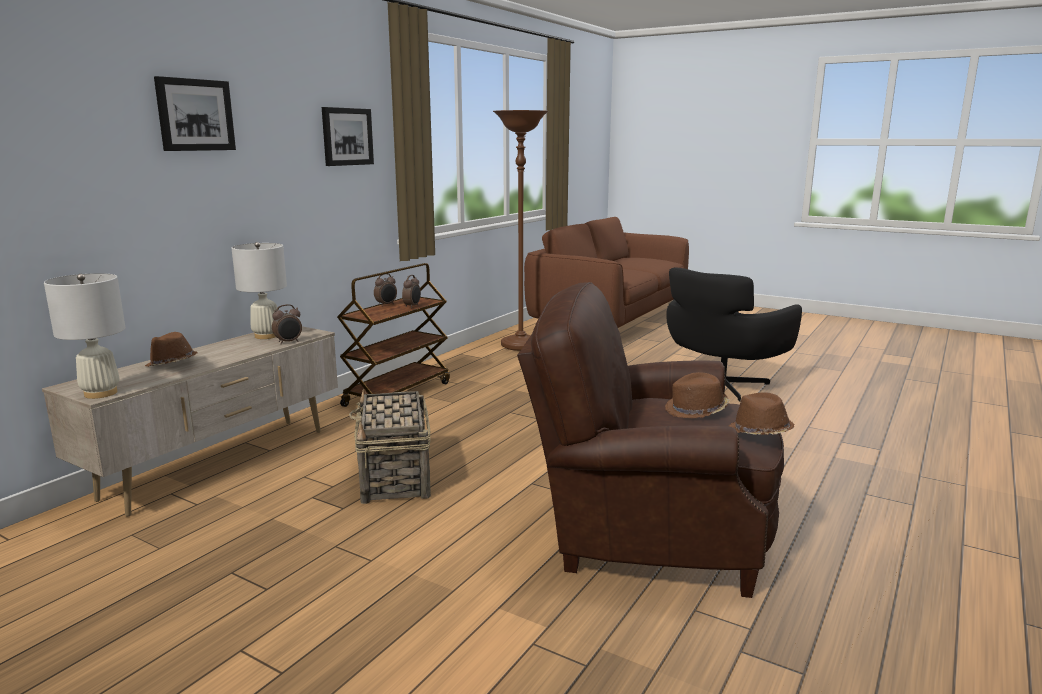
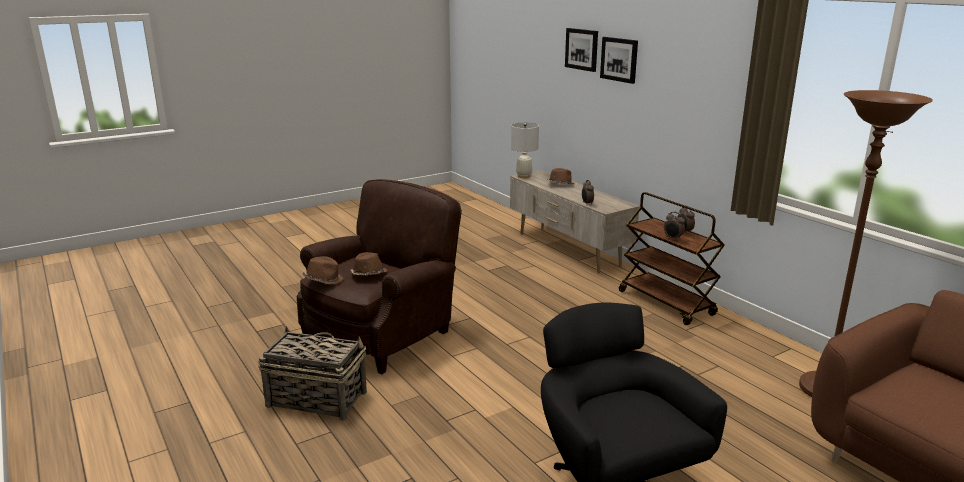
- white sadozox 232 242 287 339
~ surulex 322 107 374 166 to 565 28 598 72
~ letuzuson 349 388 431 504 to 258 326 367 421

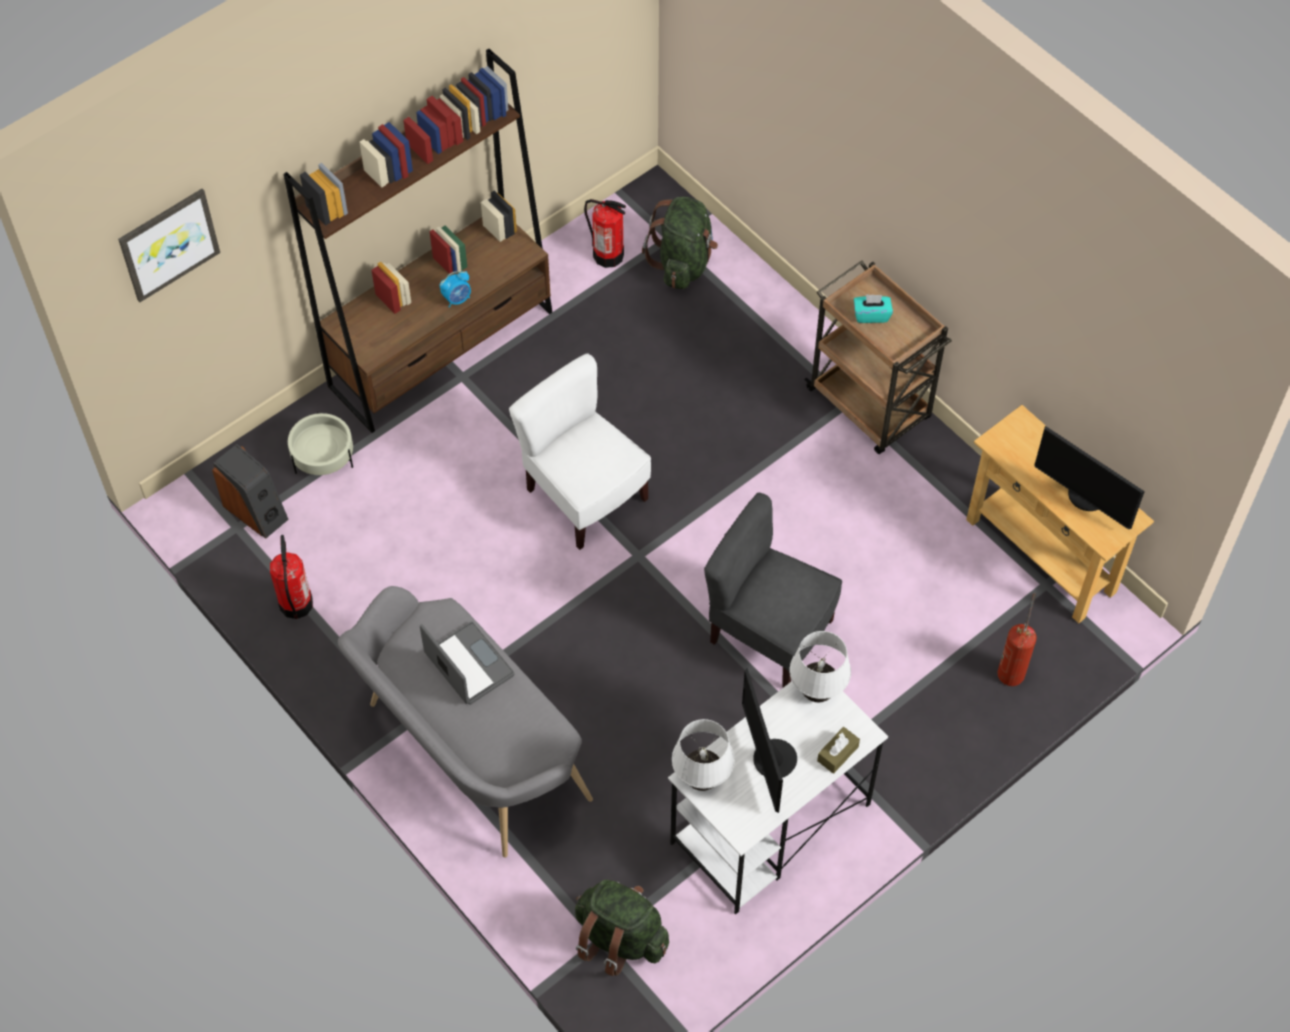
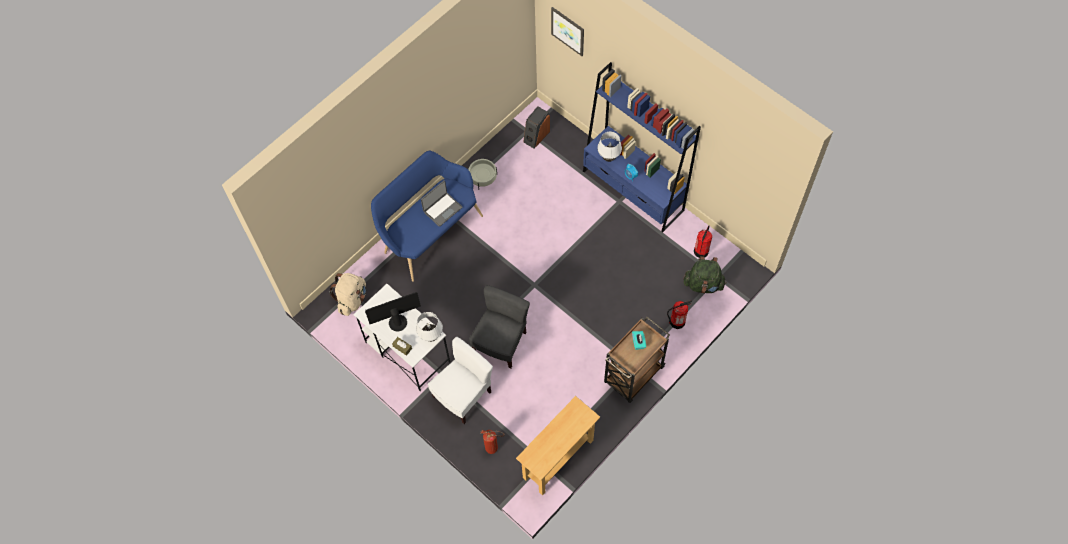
~ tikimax 270 535 313 619 to 667 301 692 329
~ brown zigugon 284 49 552 433 to blue zigugon 583 62 701 232
~ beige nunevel 288 412 353 475 to 468 159 497 189
~ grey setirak 338 586 593 857 to blue setirak 371 151 483 282
~ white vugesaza 509 353 651 550 to 428 337 493 424
~ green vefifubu 575 880 669 976 to beige vefifubu 329 273 366 316
~ white sadozox 672 719 735 791 to 597 131 622 162
- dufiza 1035 426 1145 529

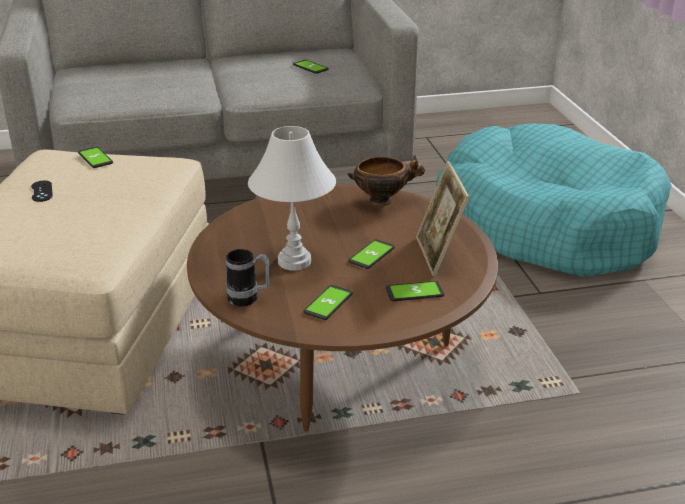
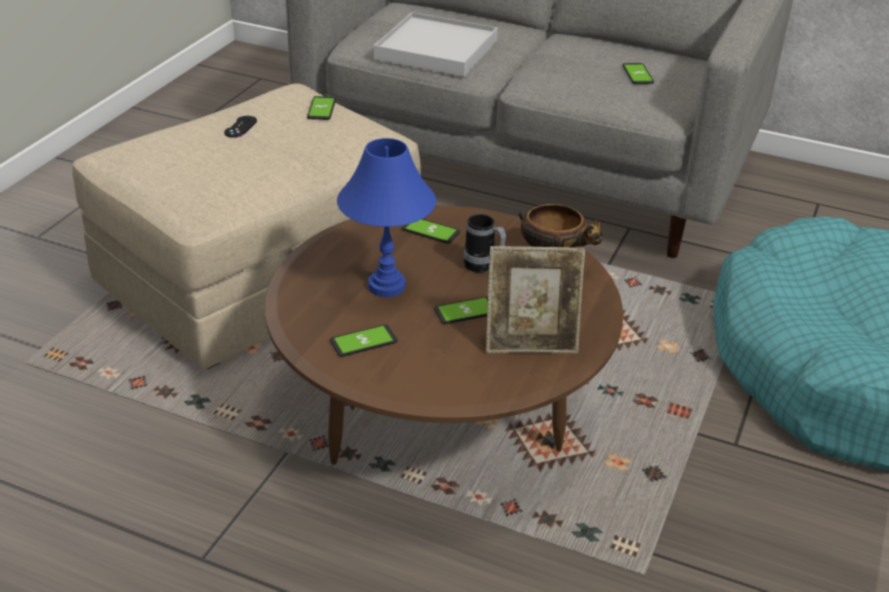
~ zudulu 226 249 269 307 to 464 214 506 273
~ white sadozox 248 126 336 270 to blue sadozox 337 138 436 297
~ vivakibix 386 281 445 301 to 402 219 460 244
~ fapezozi 416 161 470 277 = 486 246 585 353 120 degrees counterclockwise
+ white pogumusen 374 12 498 77

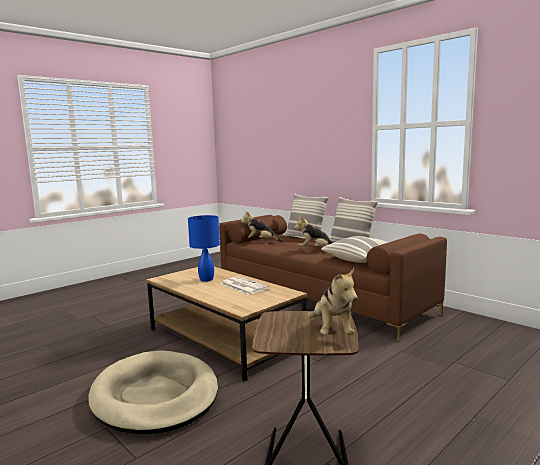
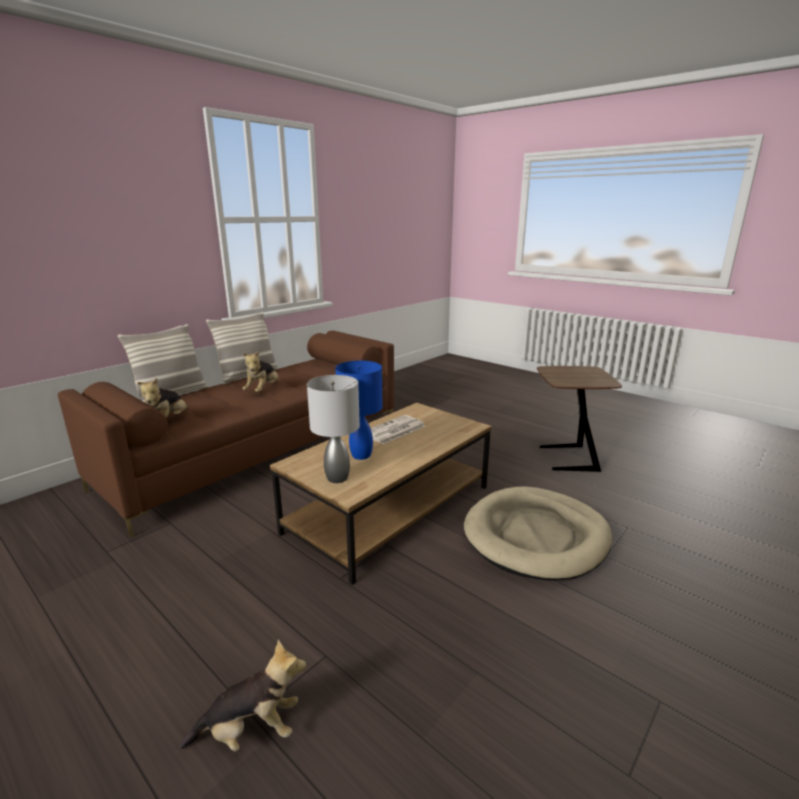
~ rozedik 307 268 357 335 to 180 640 306 751
- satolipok 321 236 388 263
+ grey sadozox 307 375 360 483

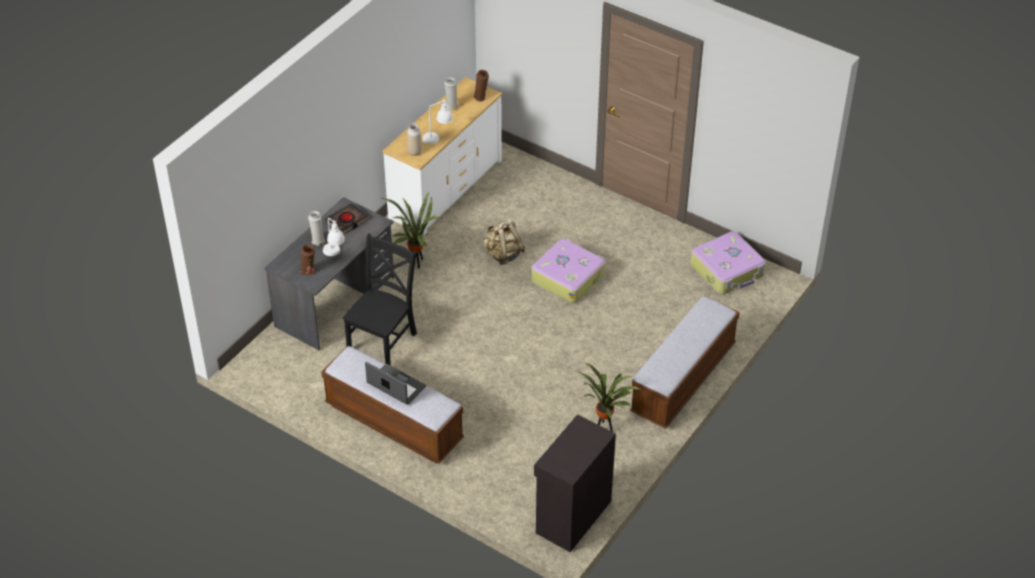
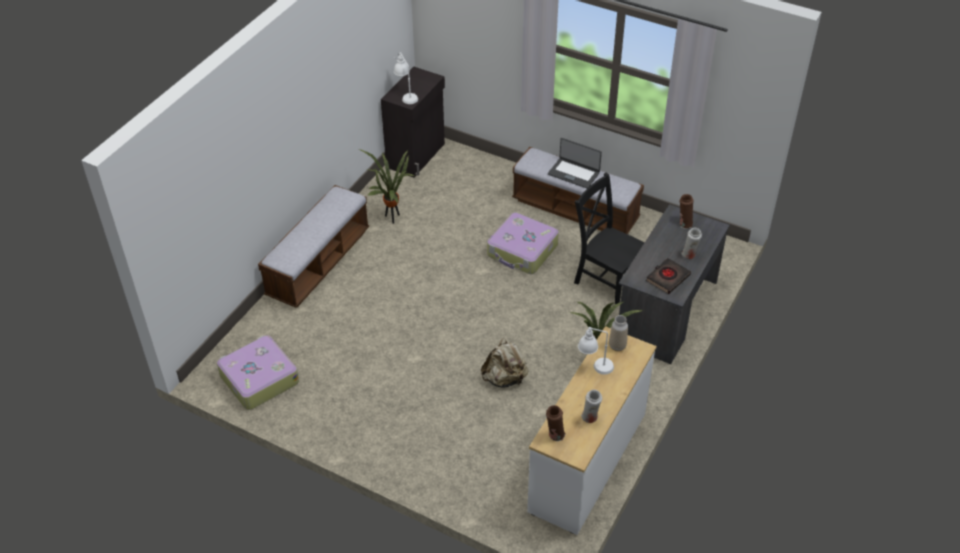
~ white sadozox 323 218 345 256 to 394 52 418 104
~ black vugesaza 343 233 417 366 = 574 172 645 304 105 degrees clockwise
~ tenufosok 531 239 605 303 to 487 213 559 274

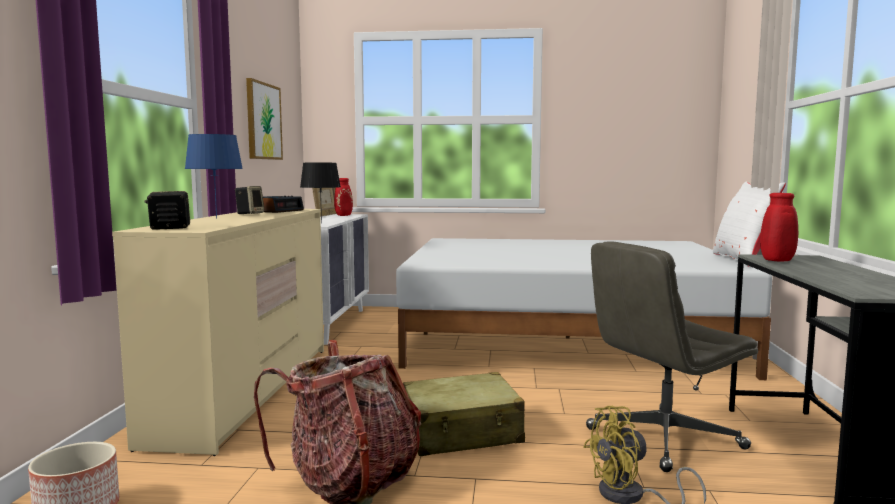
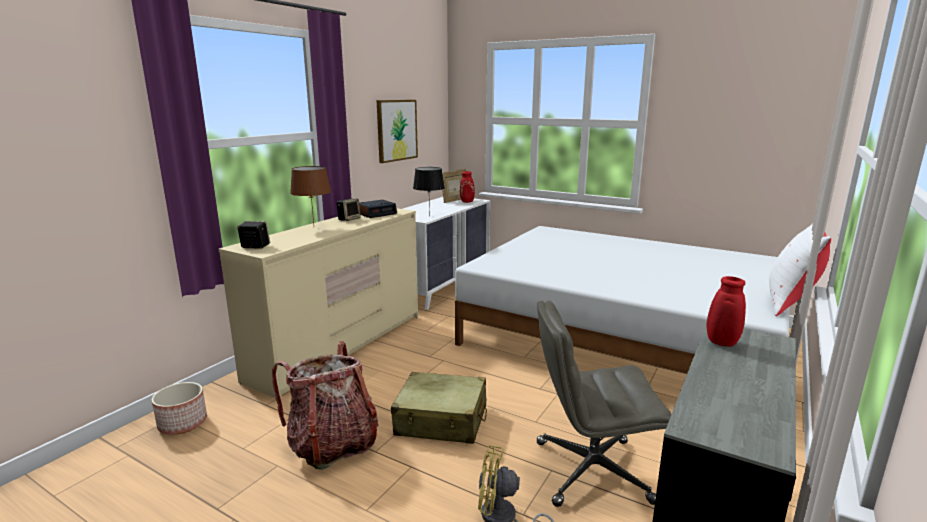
~ blue sadozox 185 134 243 218 to brown sadozox 290 166 331 224

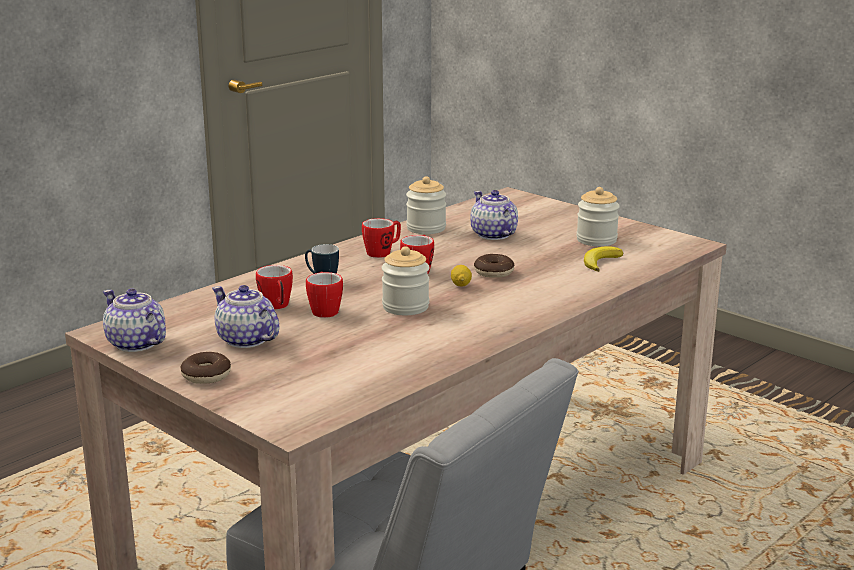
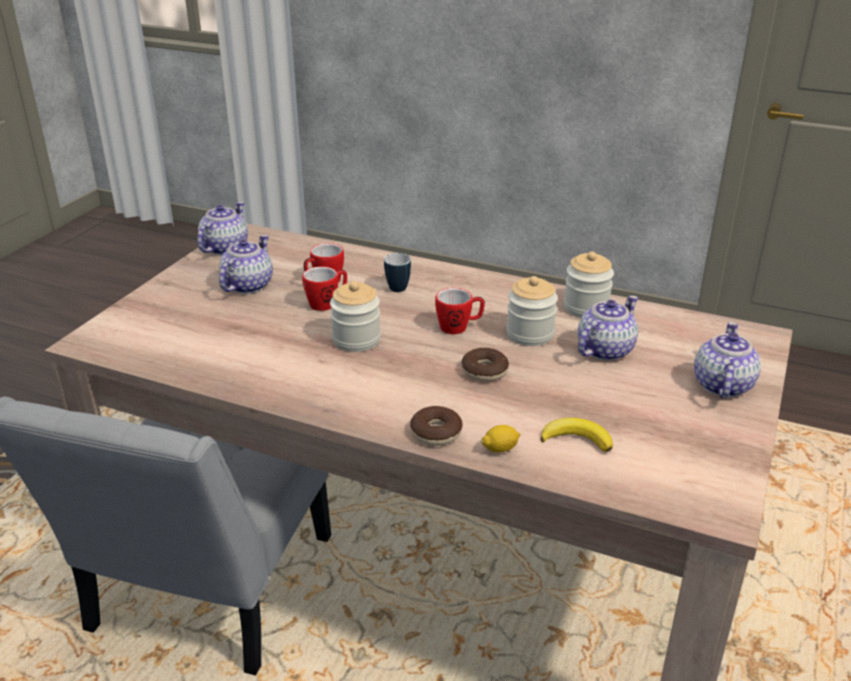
~ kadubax 180 352 231 384 to 410 406 463 446
- zudulu 362 218 401 258
~ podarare 451 265 472 286 to 481 425 520 453
~ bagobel 577 187 620 246 to 506 276 558 346
+ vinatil 694 322 761 399

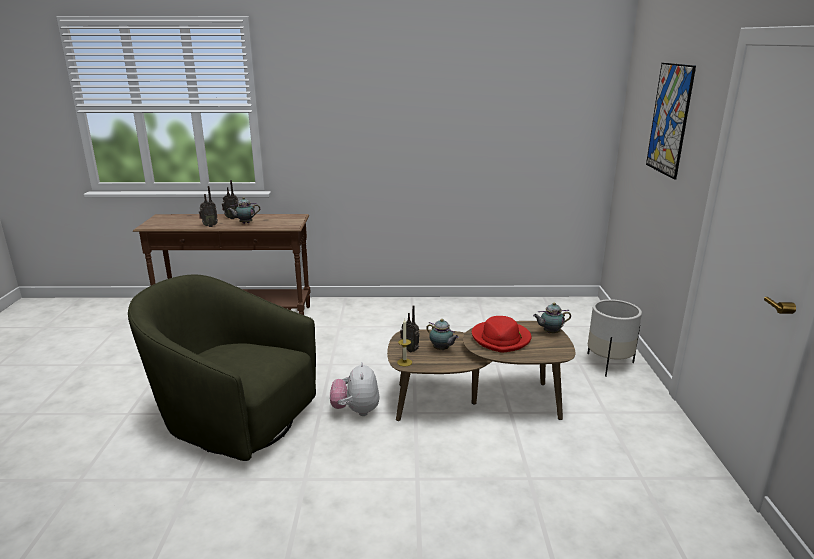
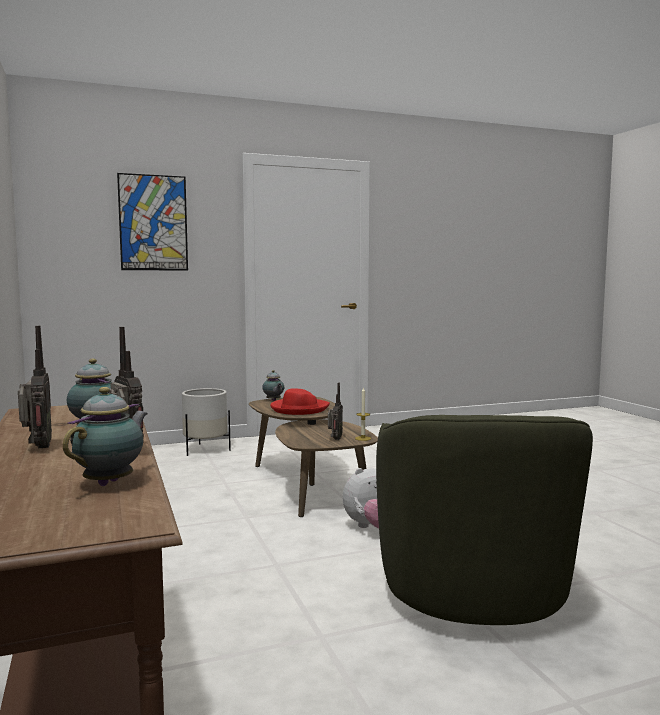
~ vinatil 427 319 459 350 to 63 387 148 486

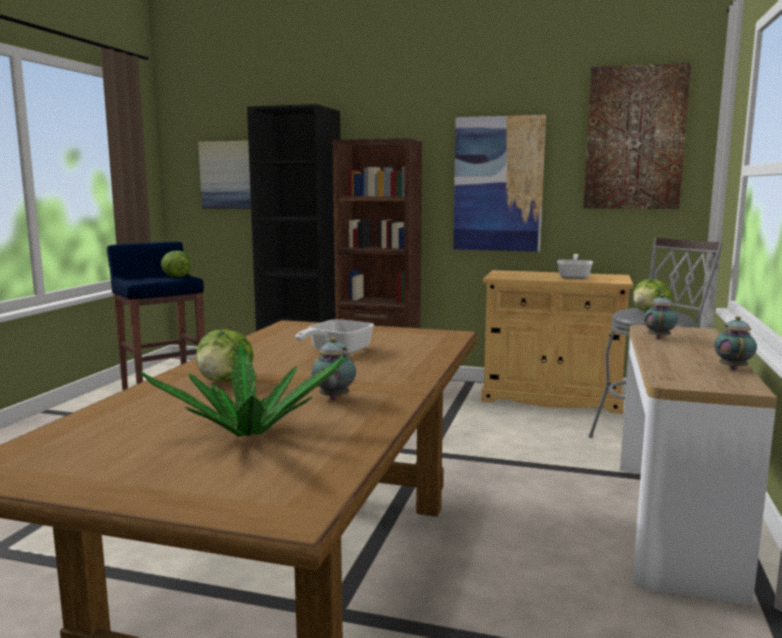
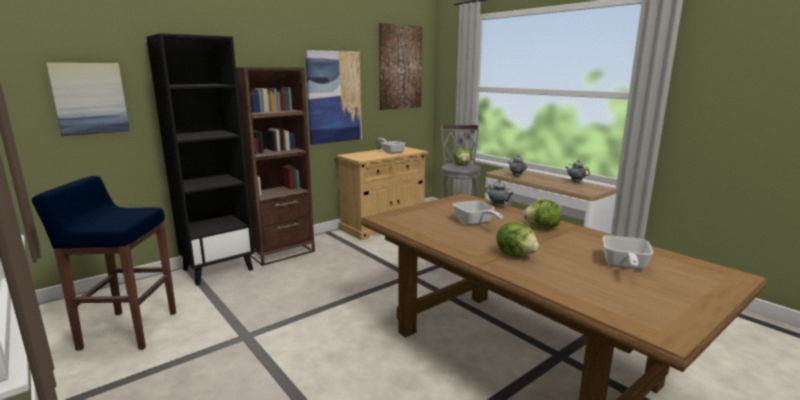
~ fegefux 140 343 345 437 to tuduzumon 603 235 653 269
~ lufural 161 251 191 277 to 523 200 562 229
~ vinatil 312 337 356 400 to 485 180 514 207

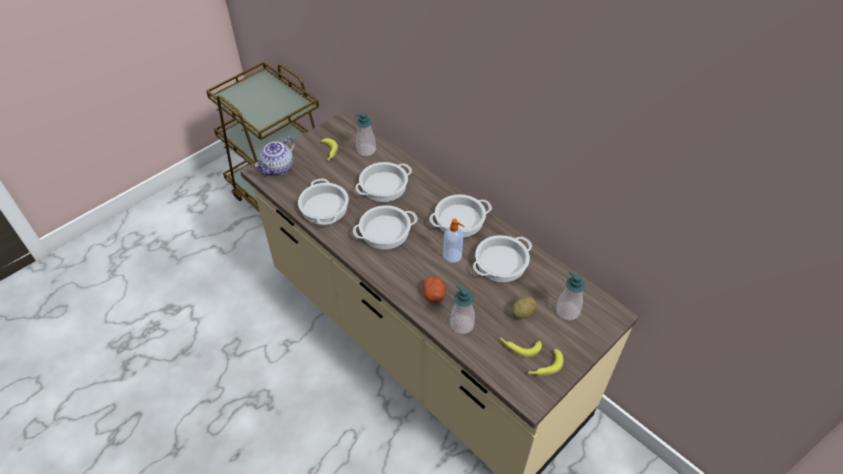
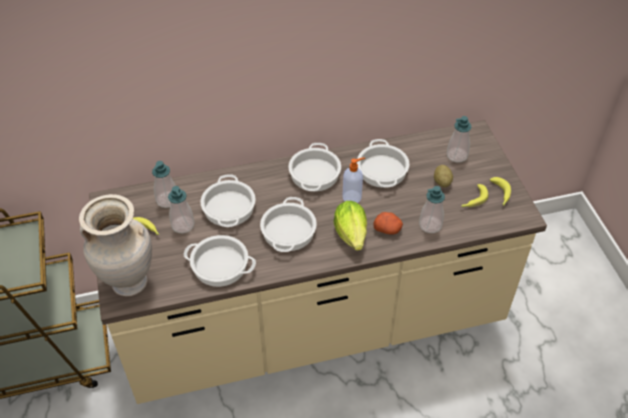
~ vinatil 255 136 295 175 to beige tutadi 79 194 152 296
+ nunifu 168 186 195 233
+ lufural 334 201 367 251

